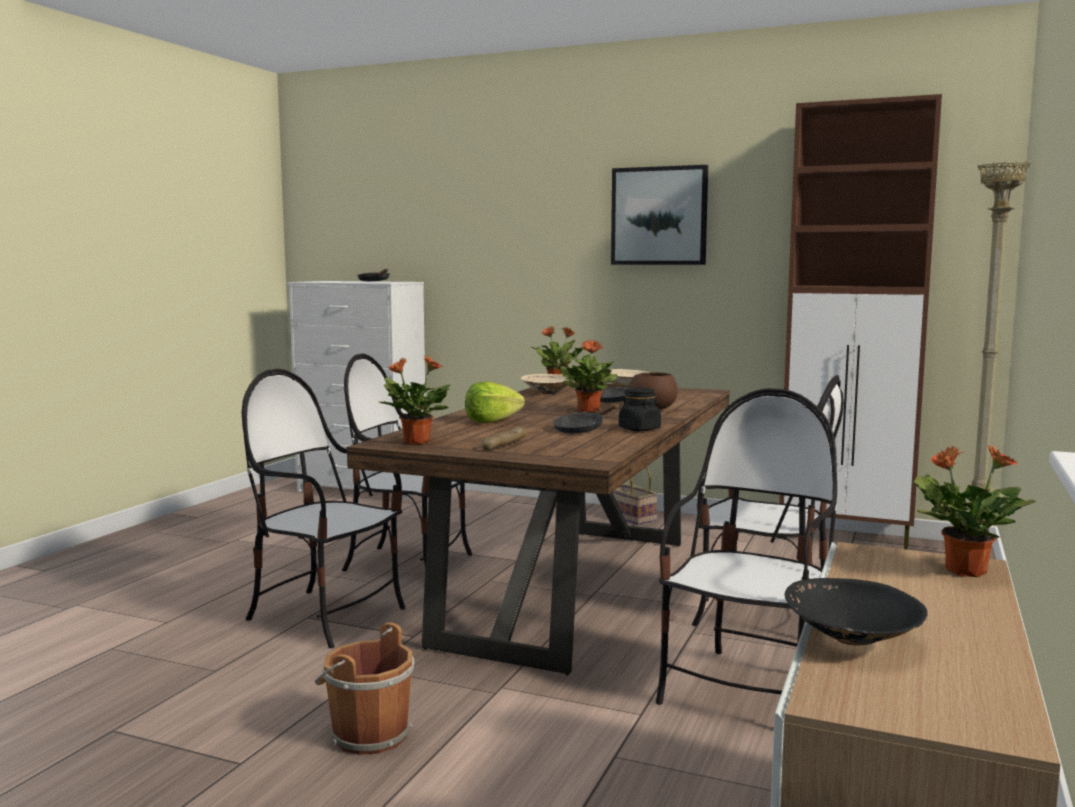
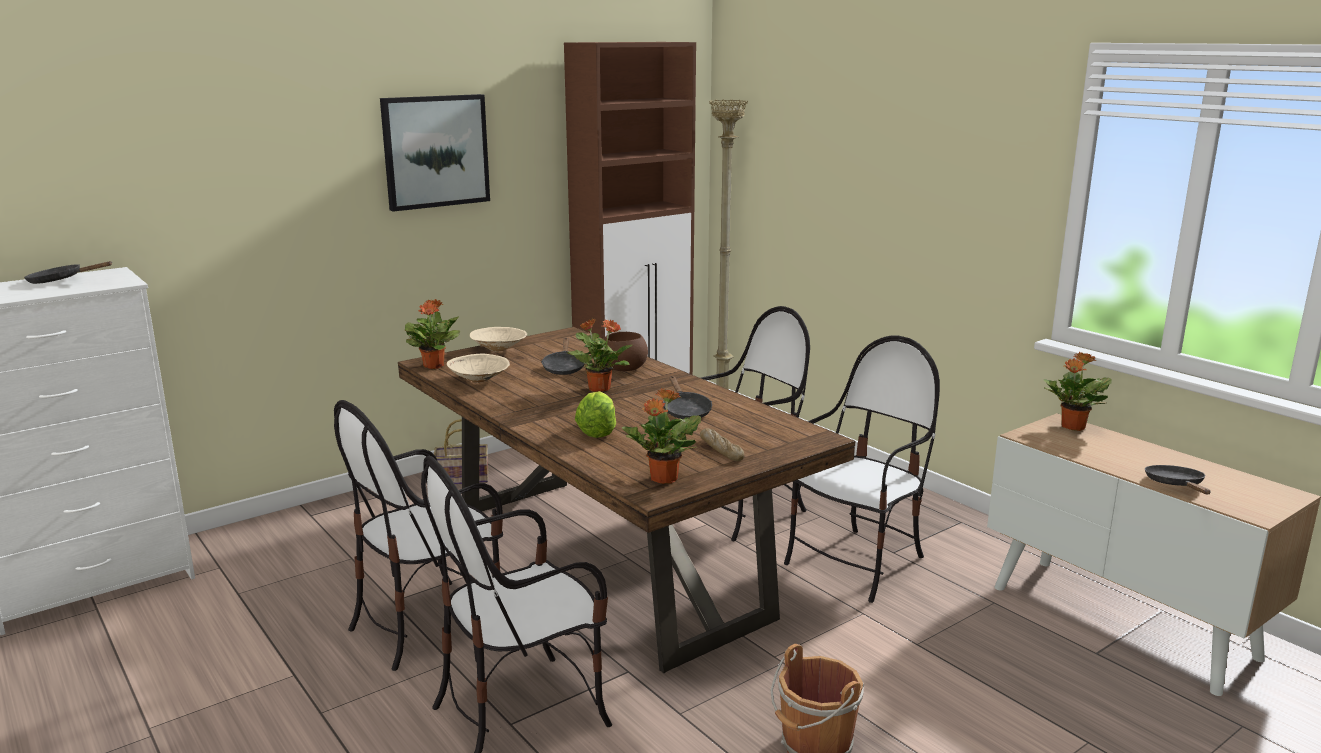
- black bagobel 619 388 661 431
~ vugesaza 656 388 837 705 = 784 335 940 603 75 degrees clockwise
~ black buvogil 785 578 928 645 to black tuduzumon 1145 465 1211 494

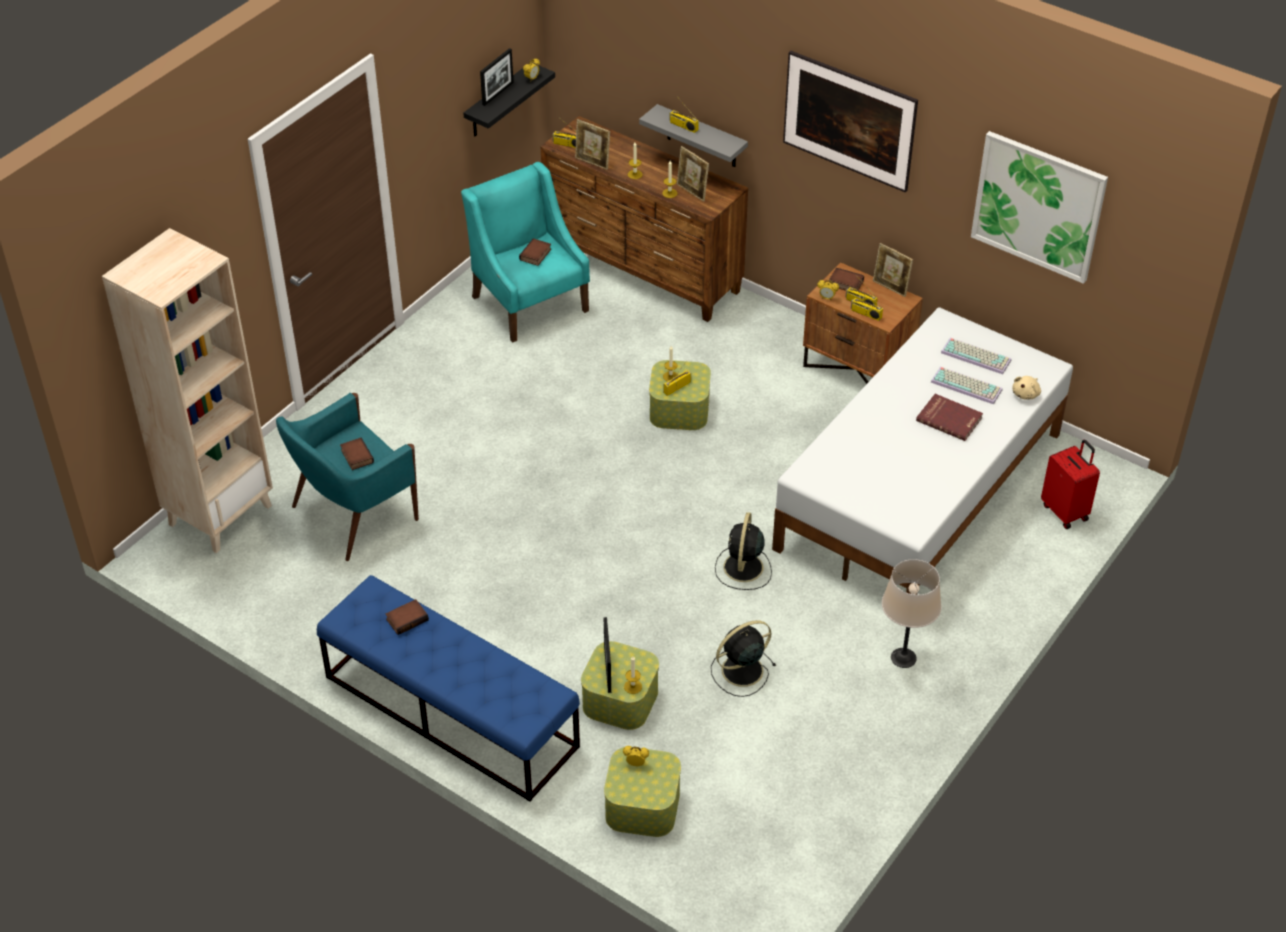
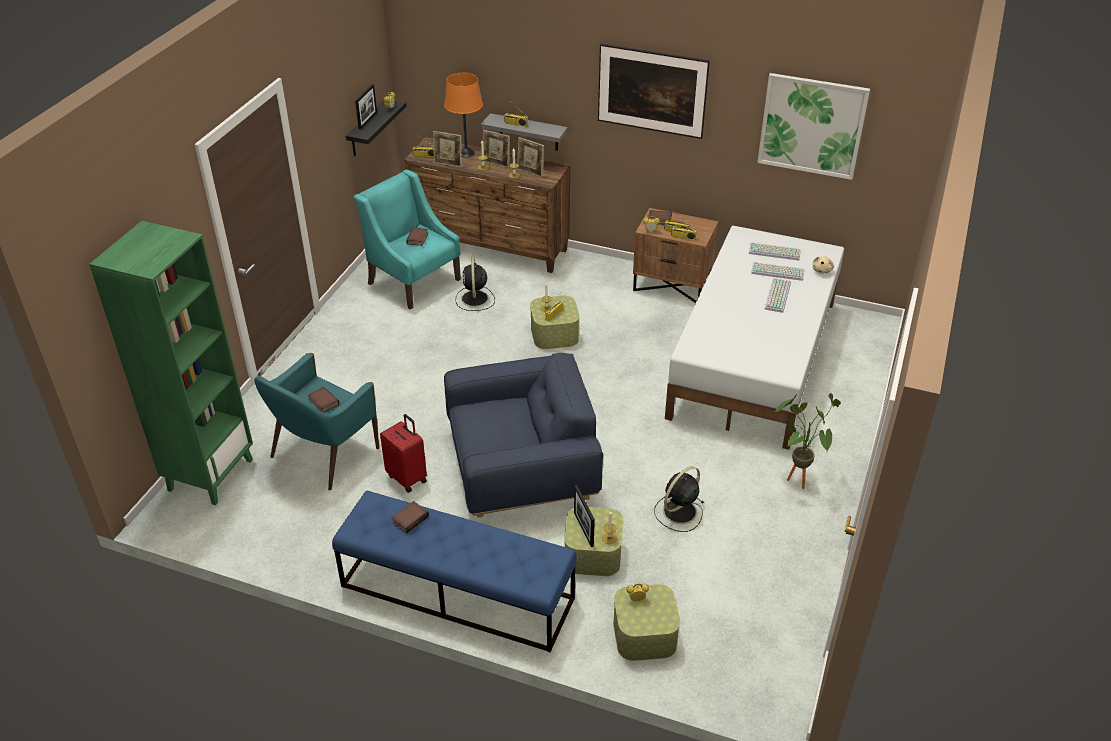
~ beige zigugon 102 228 273 553 to green zigugon 89 221 253 505
~ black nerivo 715 512 772 590 to 456 257 495 311
~ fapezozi 873 243 913 297 to 483 130 510 168
~ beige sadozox 882 559 942 668 to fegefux 774 393 841 489
~ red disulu 916 394 983 441 to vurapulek 765 278 791 313
~ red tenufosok 1041 439 1100 529 to 380 414 427 493
+ orange sadozox 444 73 483 157
+ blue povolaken 444 353 603 518

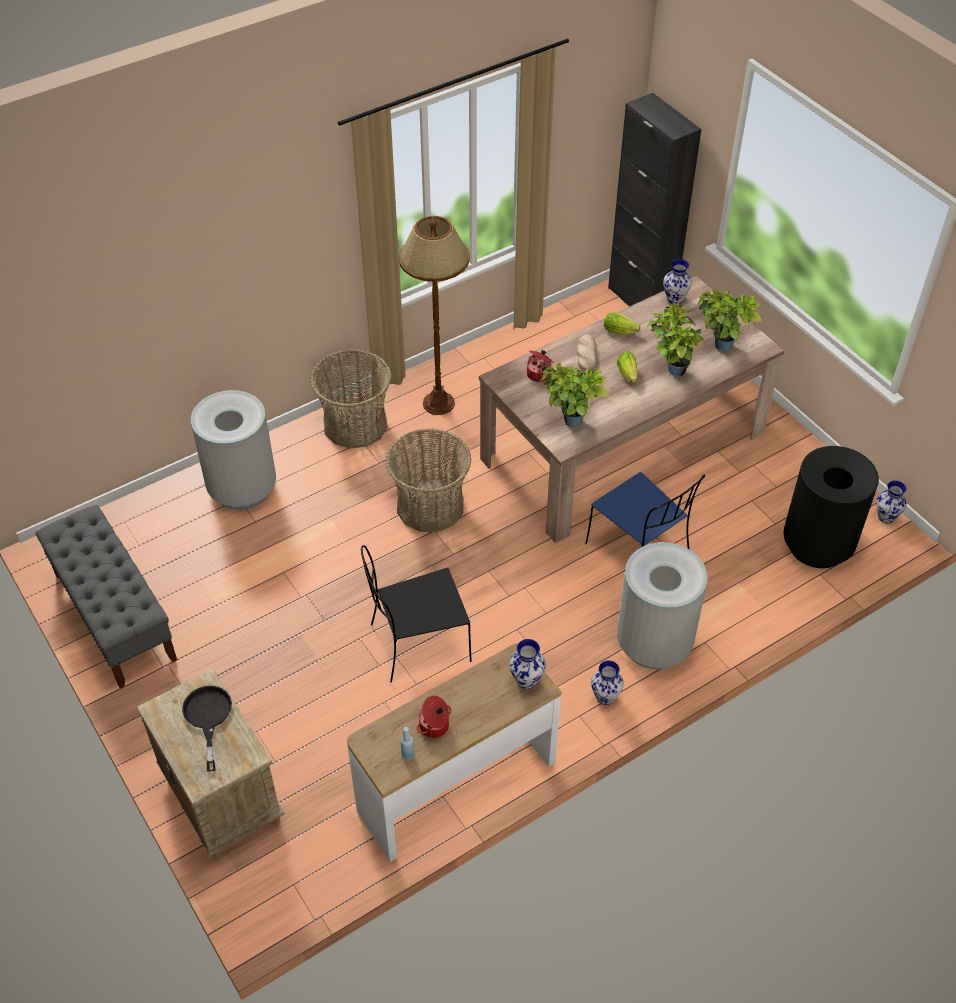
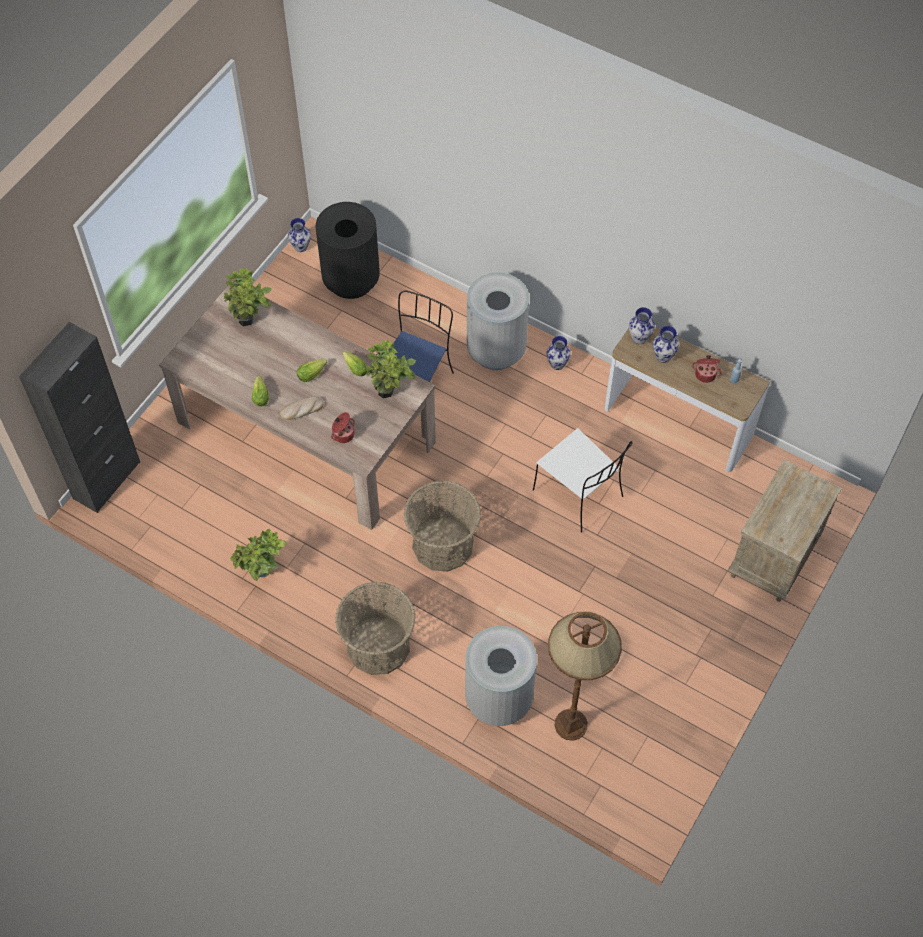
- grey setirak 35 505 177 688
- black tuduzumon 182 686 232 772
~ black vugesaza 361 545 472 682 to white vugesaza 533 428 633 532
~ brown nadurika 398 216 470 415 to 548 611 622 741
~ fegefux 647 303 704 376 to 230 529 287 581
~ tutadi 663 259 692 304 to 653 326 679 363
+ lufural 343 351 367 376

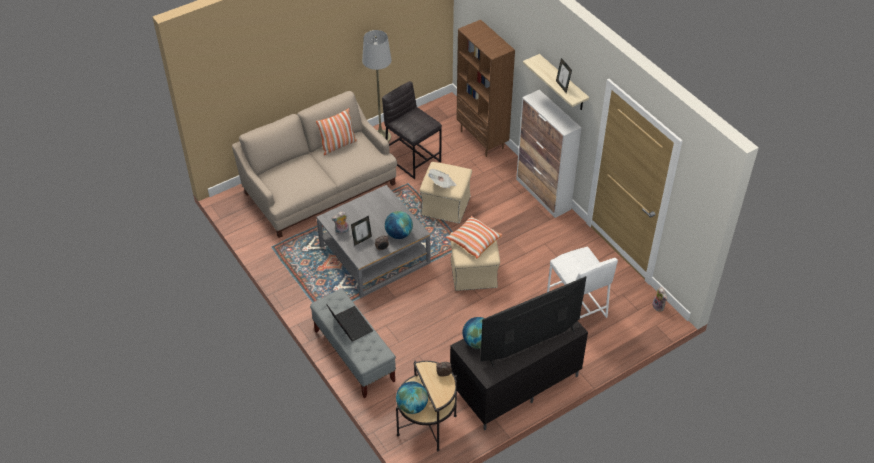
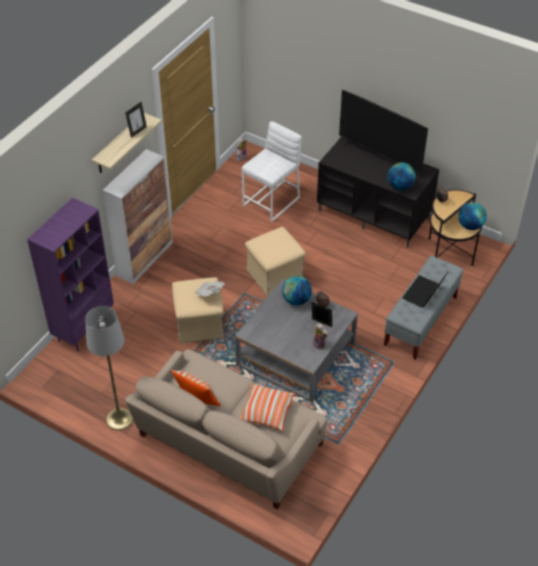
- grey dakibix 382 81 442 179
~ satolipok 446 216 502 258 to 240 384 296 431
~ brown zigugon 456 20 515 157 to purple zigugon 27 198 114 351

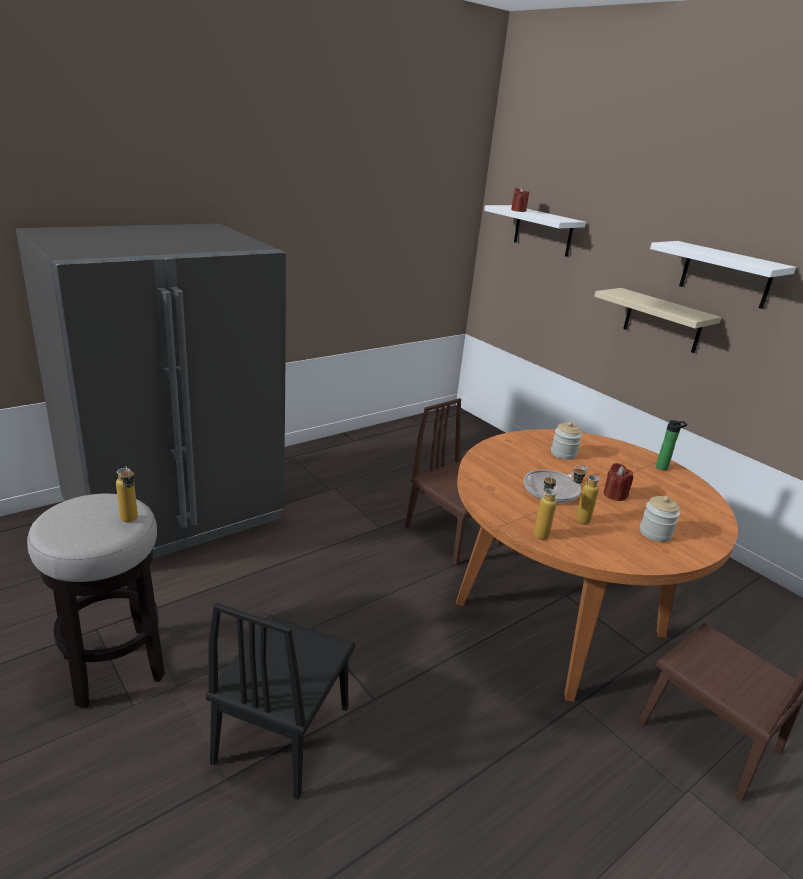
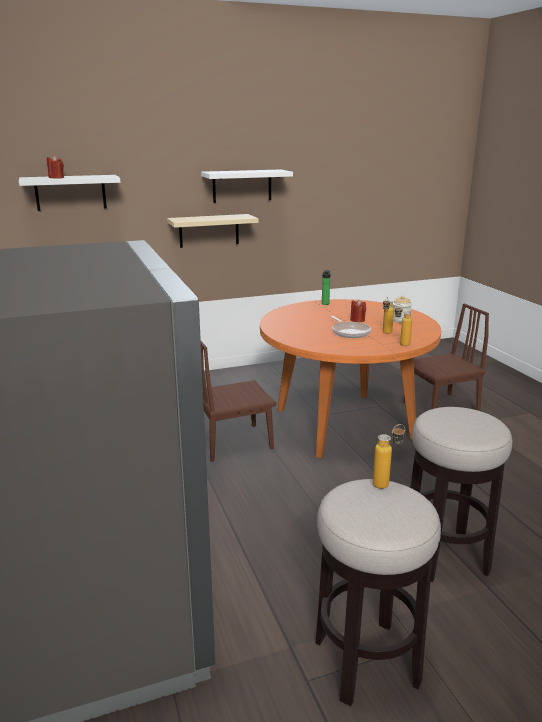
~ black vugesaza 206 603 355 800 to dakibix 410 407 512 582
- bagobel 551 421 582 460

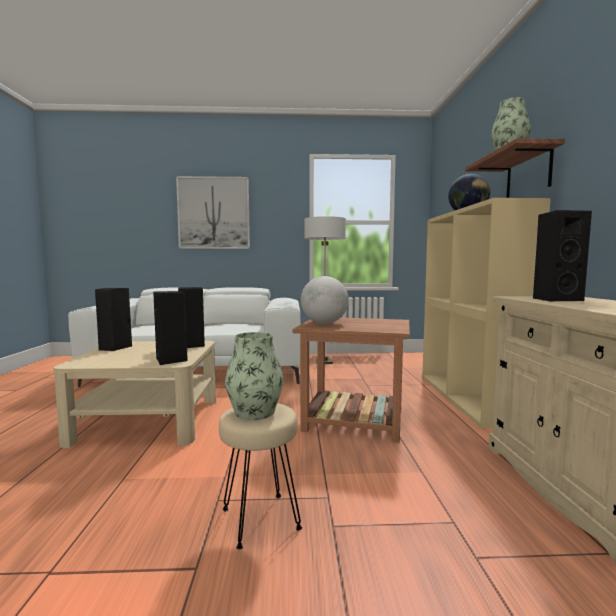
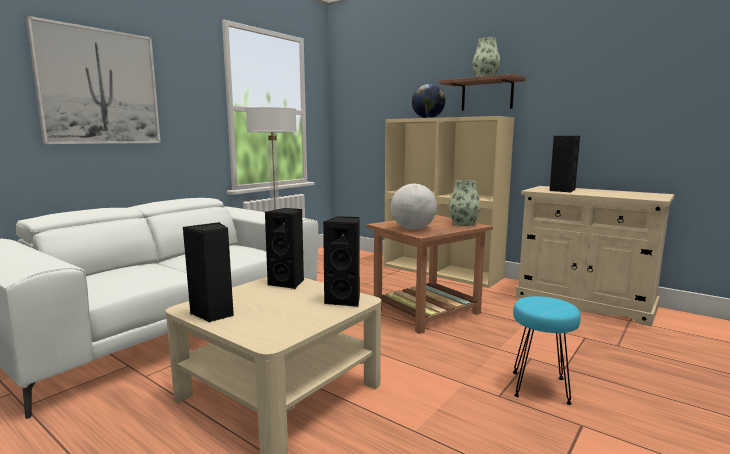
~ beige dakibix 219 403 302 549 to turquoise dakibix 513 296 581 405
~ tutadi 225 332 283 420 to 448 180 481 226

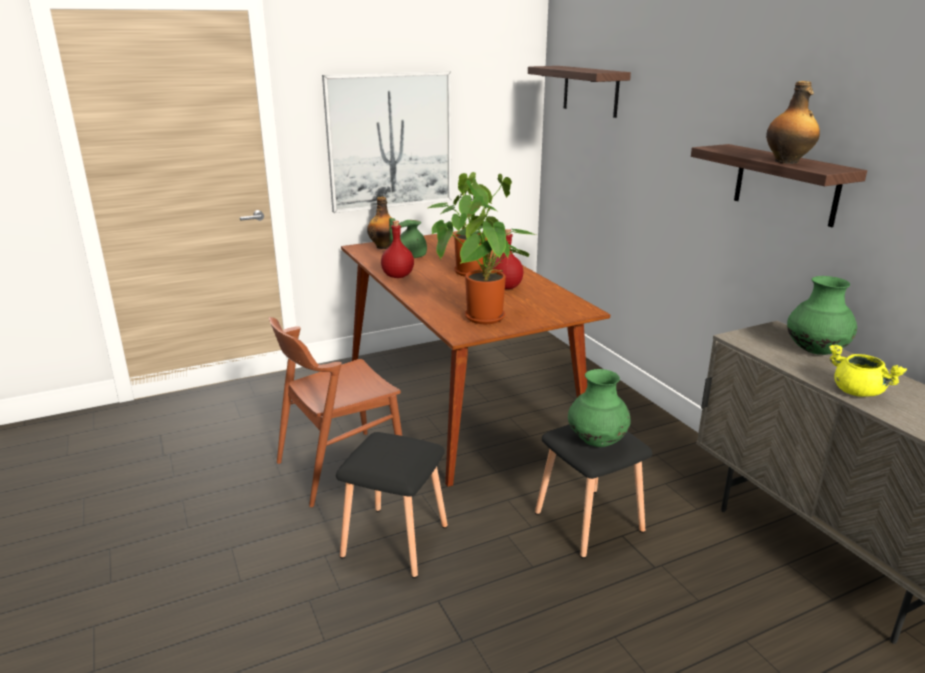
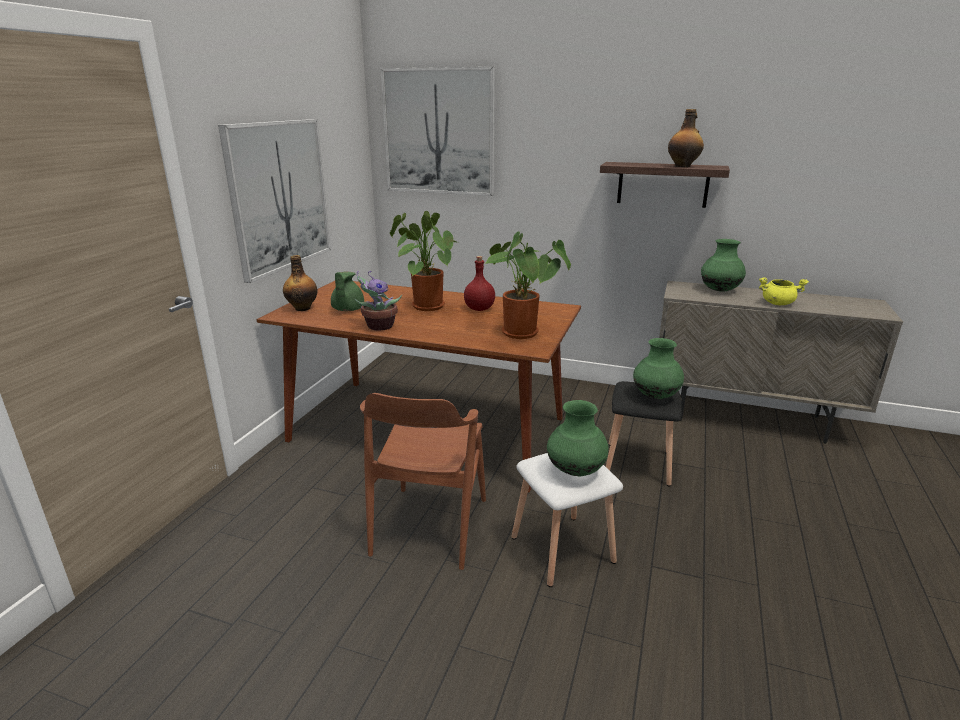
~ black dakibix 336 432 448 578 to white dakibix 511 453 623 587
~ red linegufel 381 220 414 278 to fegefux 355 271 402 331
~ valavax 528 66 631 118 to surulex 380 67 495 196
+ green tutadi 547 400 608 476

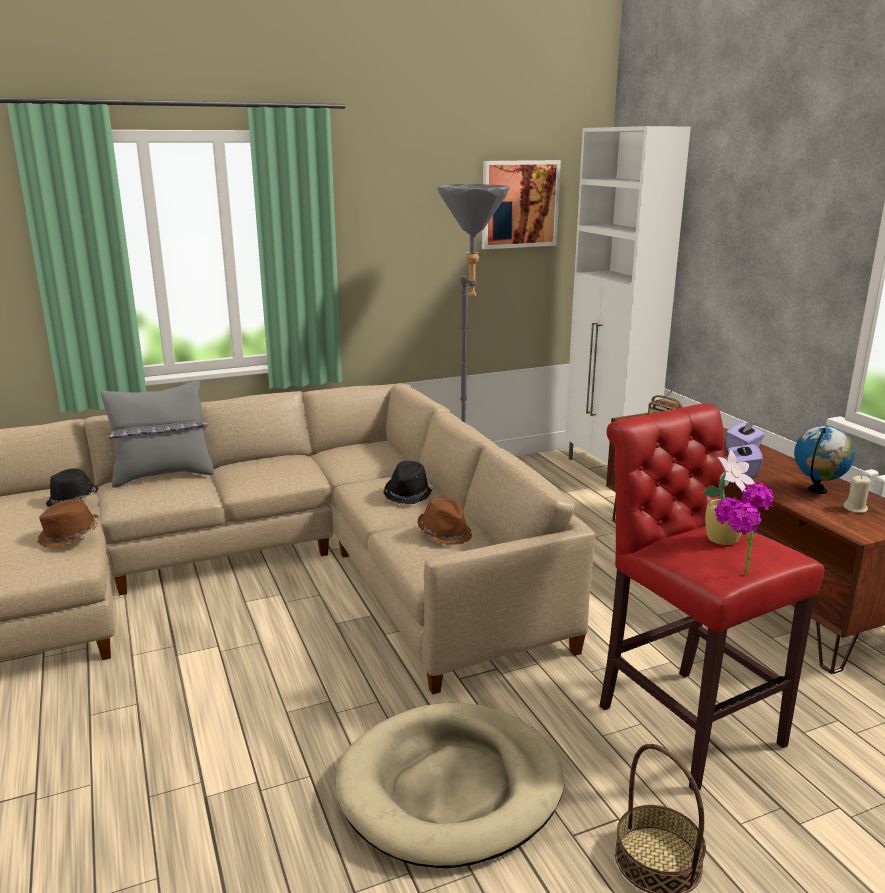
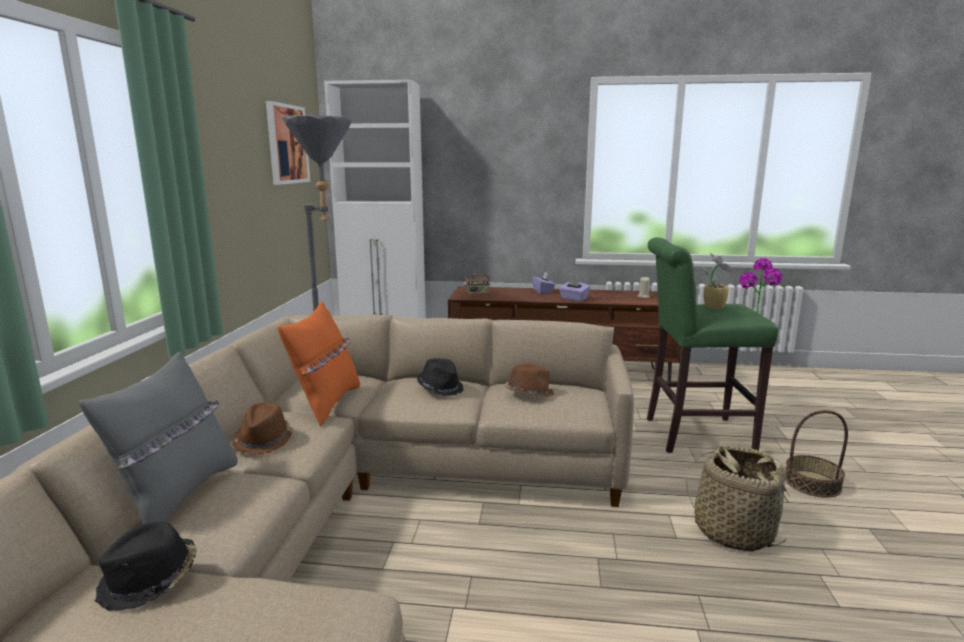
~ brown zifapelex 37 499 100 547 to 232 402 294 455
~ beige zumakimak 336 703 564 868 to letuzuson 686 446 790 552
~ red dakibix 600 403 824 791 to green dakibix 647 237 778 453
- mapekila 794 426 855 494
+ orange satolipok 278 302 360 427

